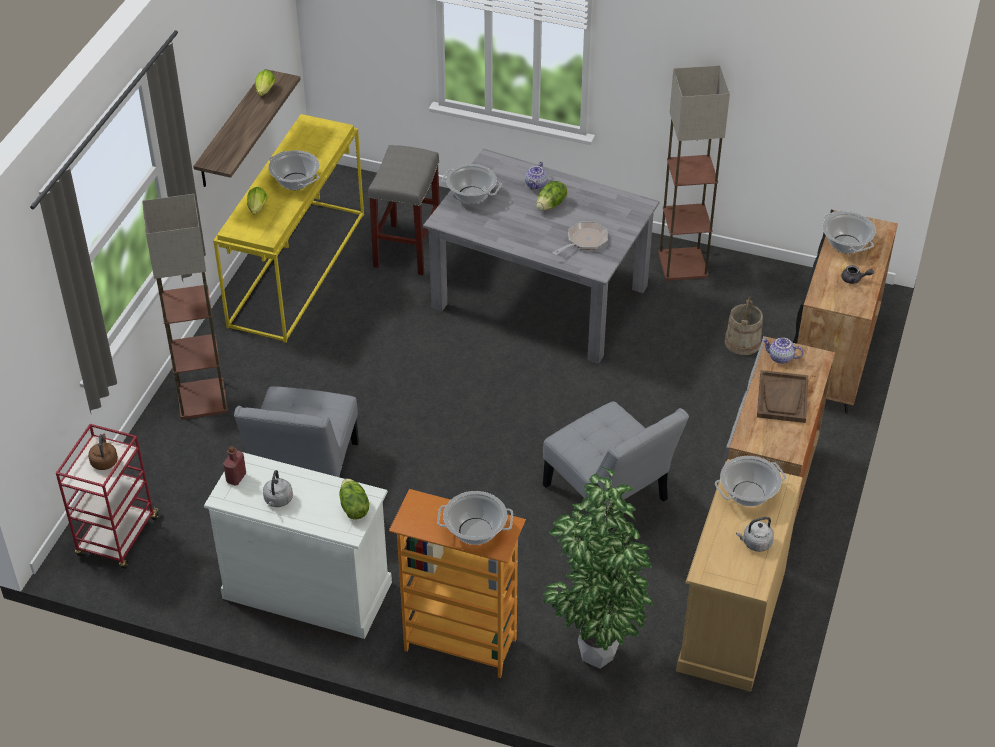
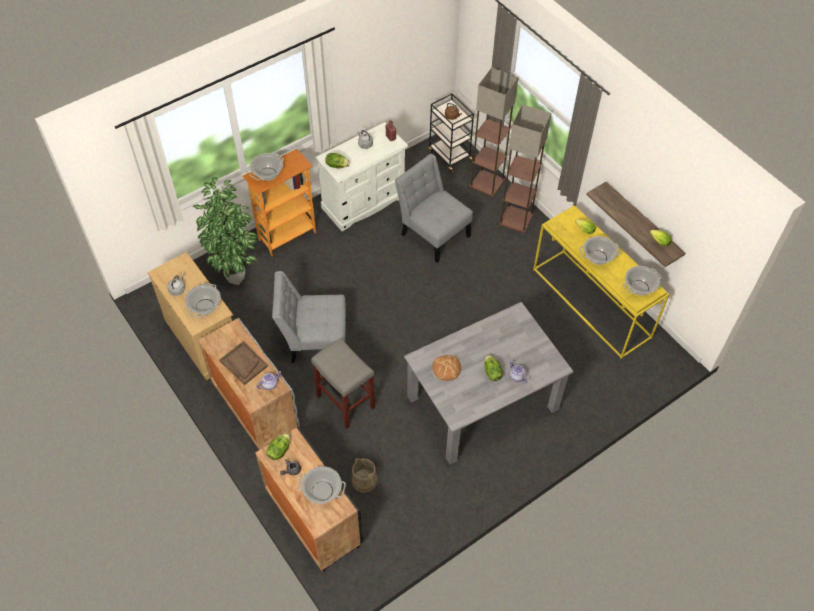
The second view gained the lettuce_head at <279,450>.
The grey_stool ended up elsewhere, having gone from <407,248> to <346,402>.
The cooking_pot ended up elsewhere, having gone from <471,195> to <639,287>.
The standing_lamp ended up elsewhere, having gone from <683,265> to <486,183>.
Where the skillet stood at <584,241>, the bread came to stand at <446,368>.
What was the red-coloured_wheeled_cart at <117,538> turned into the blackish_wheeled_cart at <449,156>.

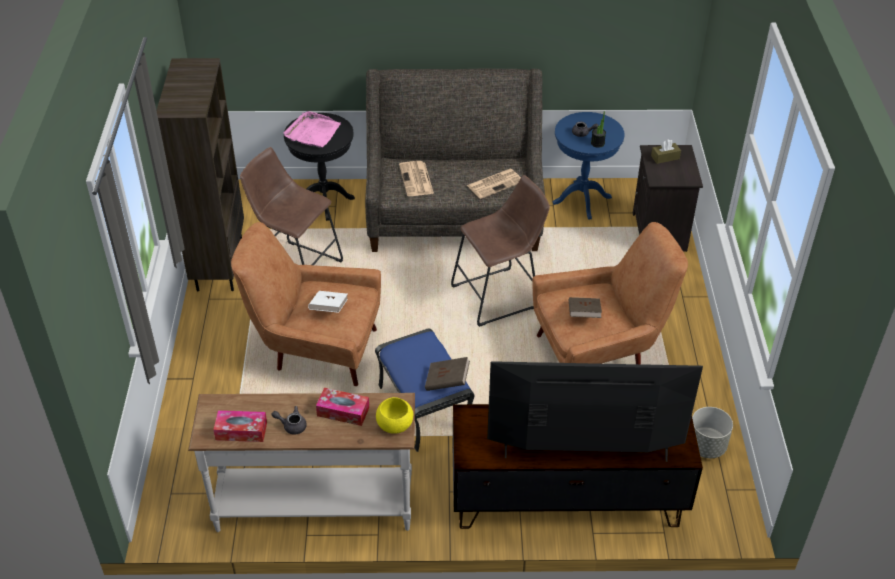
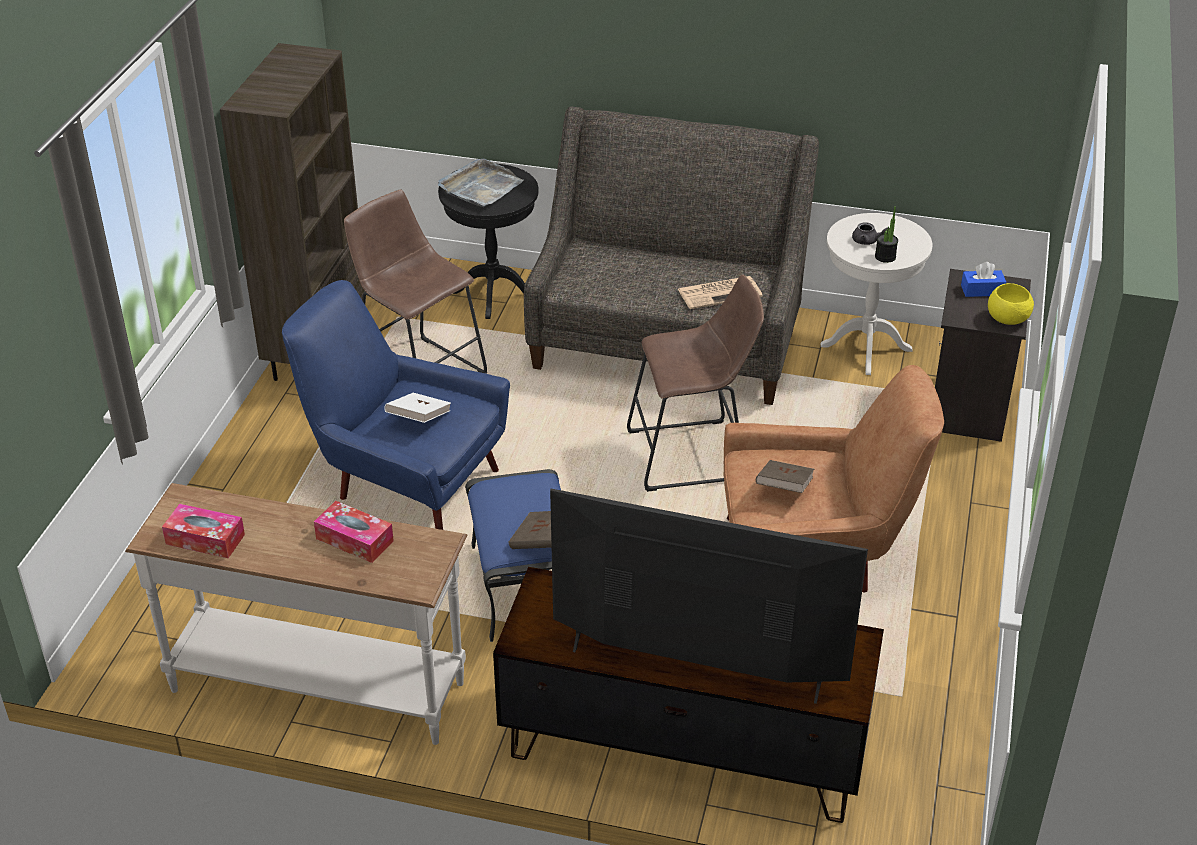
The second view lost the grey_pot_for_tea at <291,425>.
The second view lost the newspaper at <416,179>.
The second view lost the grey_flower_pot at <706,446>.
The yellow-coloured_deep_dish ended up elsewhere, having gone from <394,425> to <1007,319>.
What was the brown-coloured_armchair at <316,349> turned into the blue_armchair at <404,481>.
What was the pink-coloured_carrying_tray at <312,132> turned into the grey_carrying_tray at <480,187>.
What was the blue_accent_table at <582,200> turned into the white-coloured_accent_table at <866,347>.
What was the brown-coloured_box_of_tissues at <665,157> turned into the blue_box_of_tissues at <982,290>.

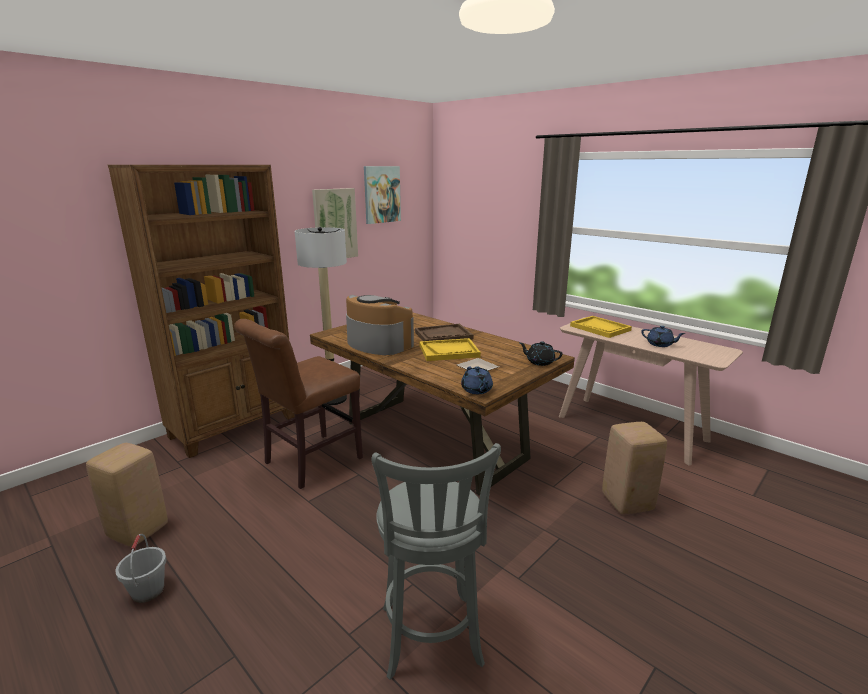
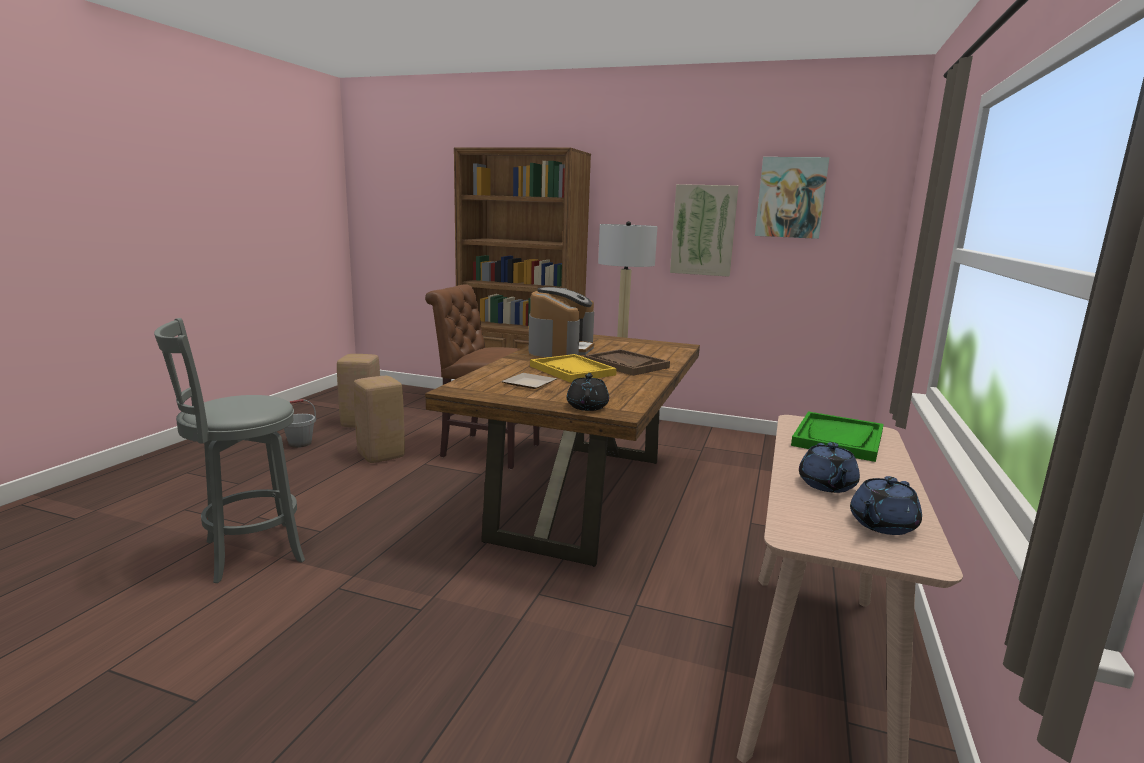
The blue_pot_for_tea ended up elsewhere, having gone from <477,390> to <881,525>.
The beige-coloured_stool ended up elsewhere, having gone from <627,503> to <380,456>.
What was the yellow-coloured_carrying_tray at <600,328> turned into the greenish_carrying_tray at <838,439>.

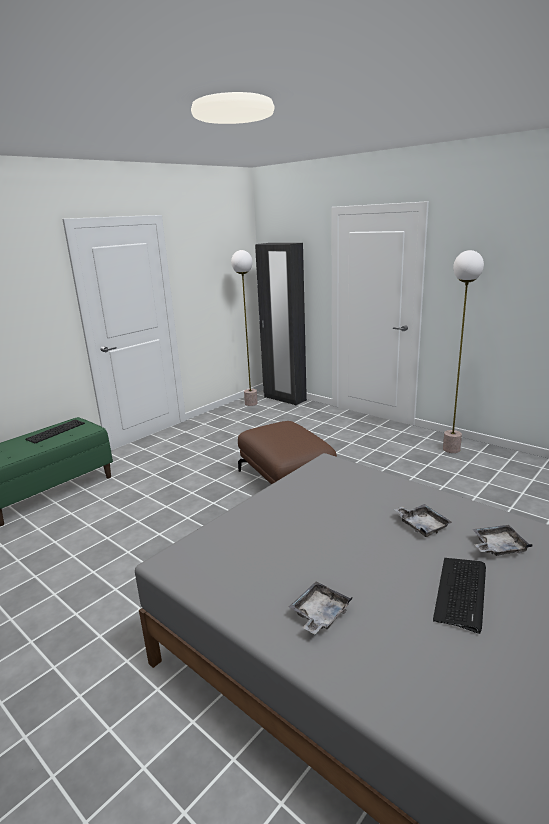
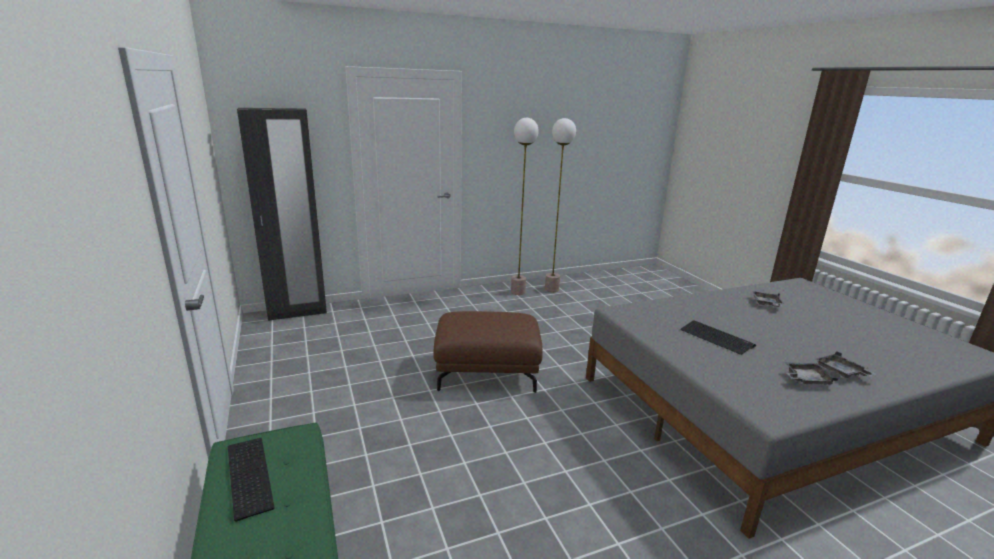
The standing_lamp ended up elsewhere, having gone from <251,403> to <552,289>.
The grey_carrying_tray ended up elsewhere, having gone from <422,525> to <806,379>.
The PC_keyboard ended up elsewhere, having gone from <461,593> to <716,338>.

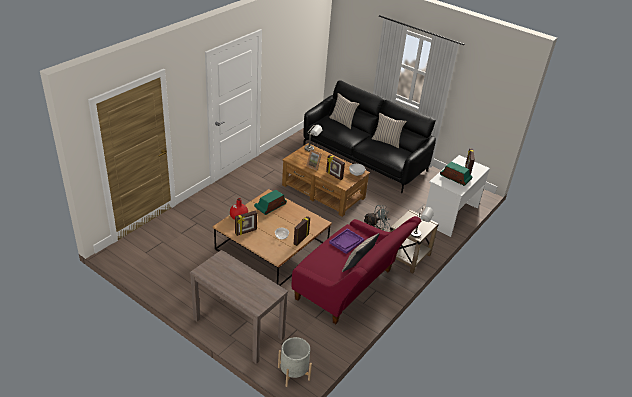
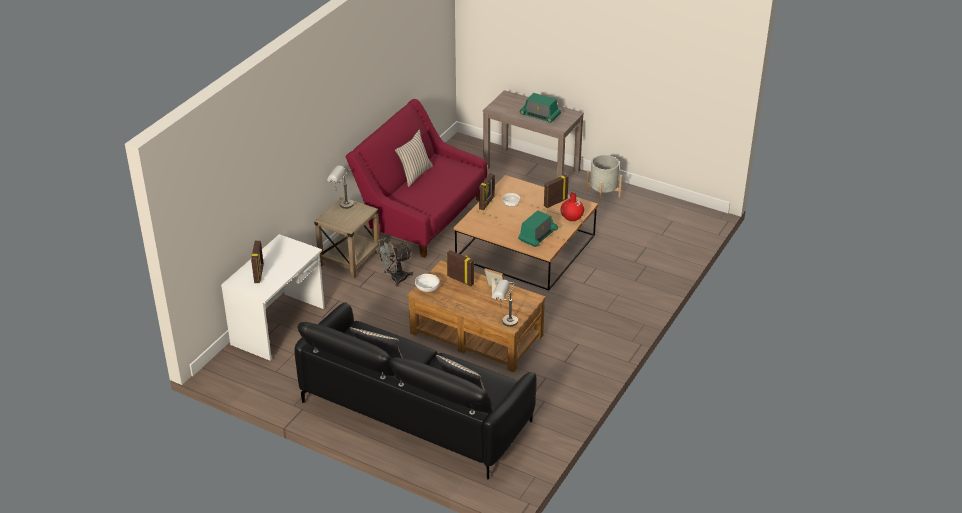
The second view lost the purple_carrying_tray at <346,242>.
The grey_flower_pot ended up elsewhere, having gone from <293,373> to <603,194>.
The radio_receiver ended up elsewhere, having gone from <455,178> to <540,115>.

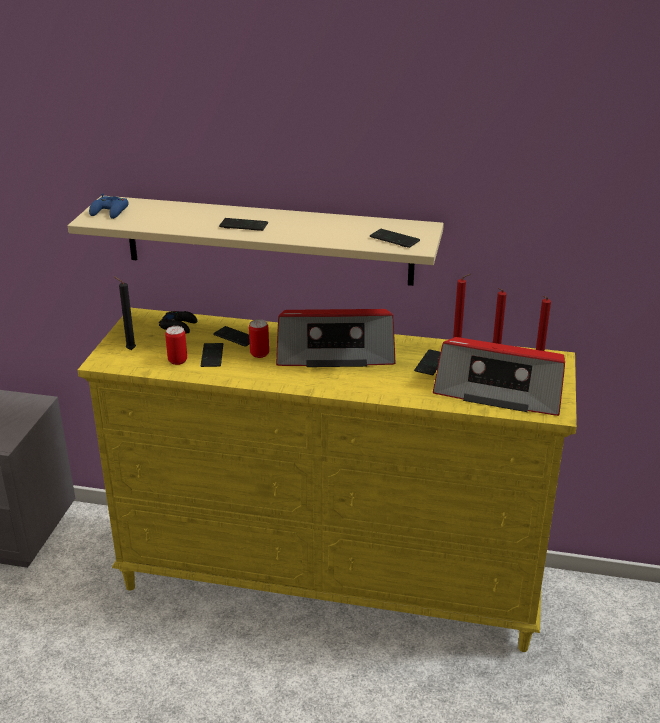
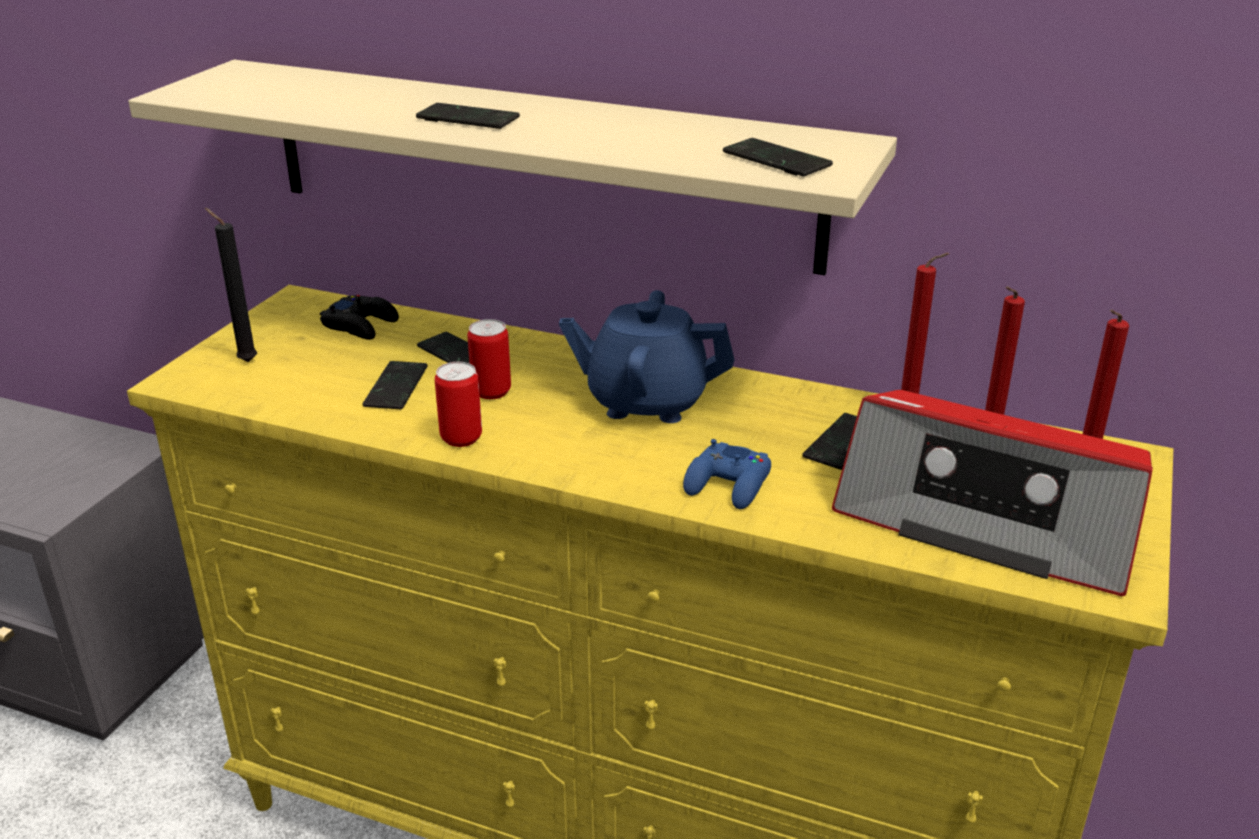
The blue_gamepad ended up elsewhere, having gone from <110,212> to <728,485>.
The metal_can ended up elsewhere, having gone from <177,360> to <461,438>.
Where the radio_receiver stood at <335,352>, the blue_pot_for_tea came to stand at <646,402>.

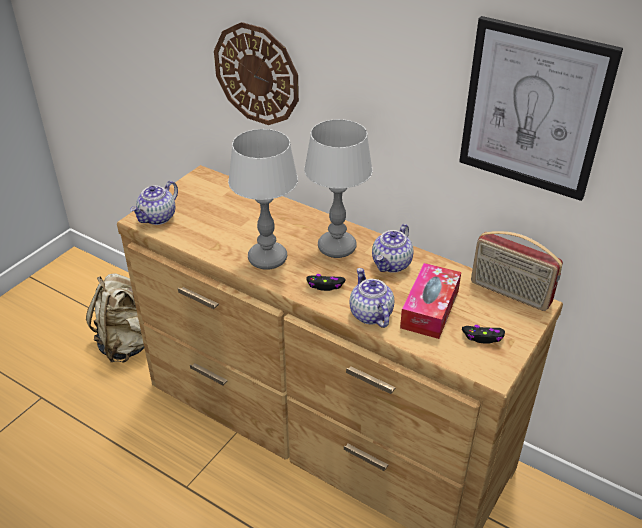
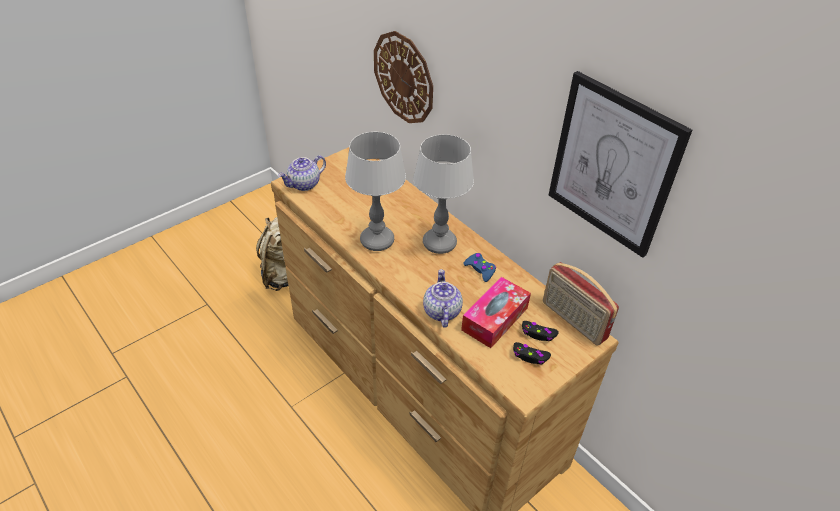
The blackish_gamepad ended up elsewhere, having gone from <325,285> to <538,334>.
Where the pot_for_tea stood at <392,264>, the blue_gamepad came to stand at <480,269>.

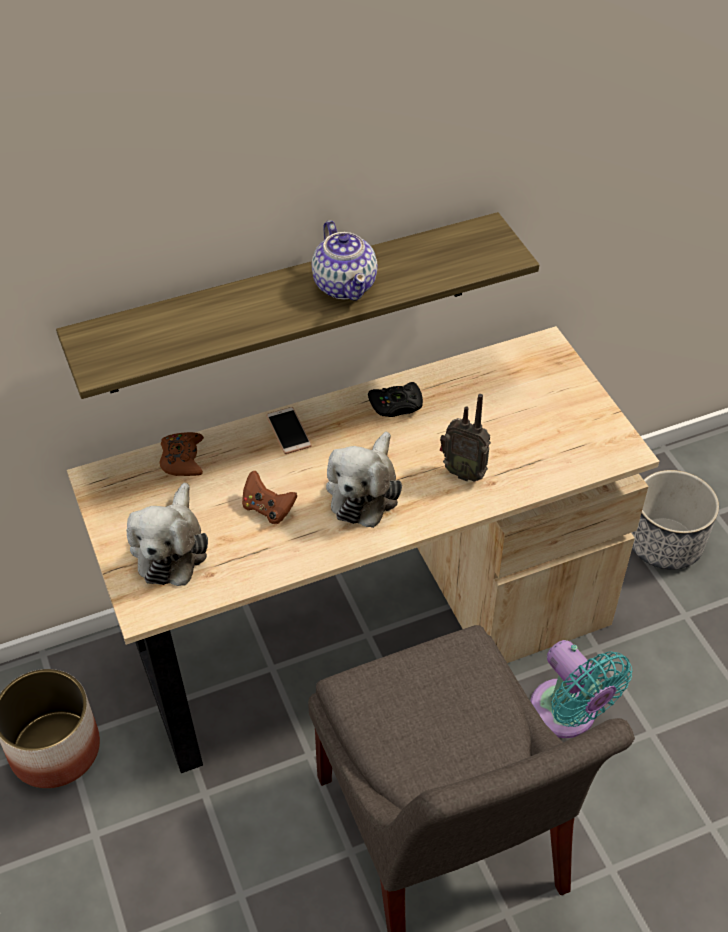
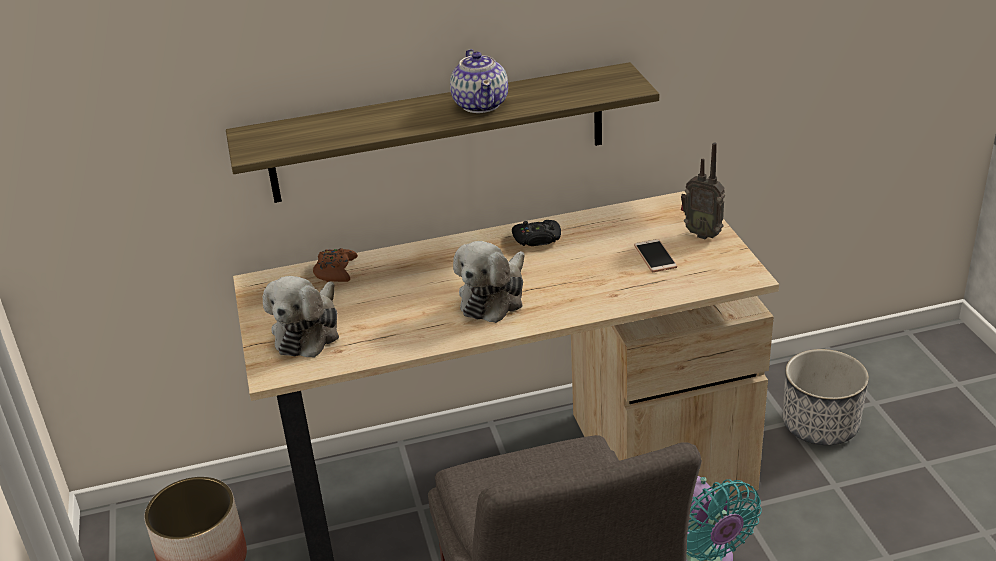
The second view lost the brown-coloured_gamepad at <268,509>.
The phone ended up elsewhere, having gone from <288,431> to <655,256>.
The radio_receiver ended up elsewhere, having gone from <463,472> to <702,233>.

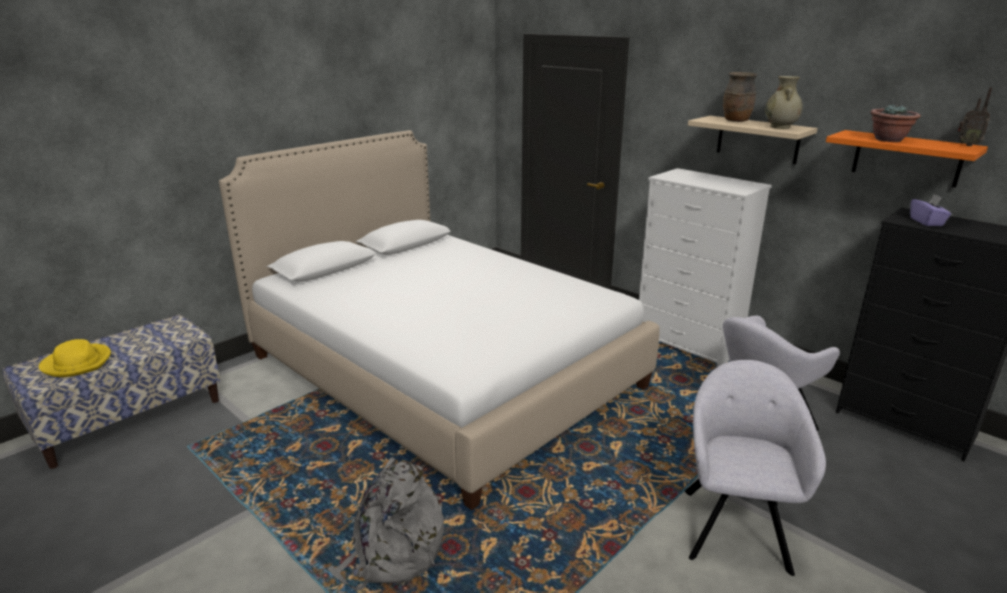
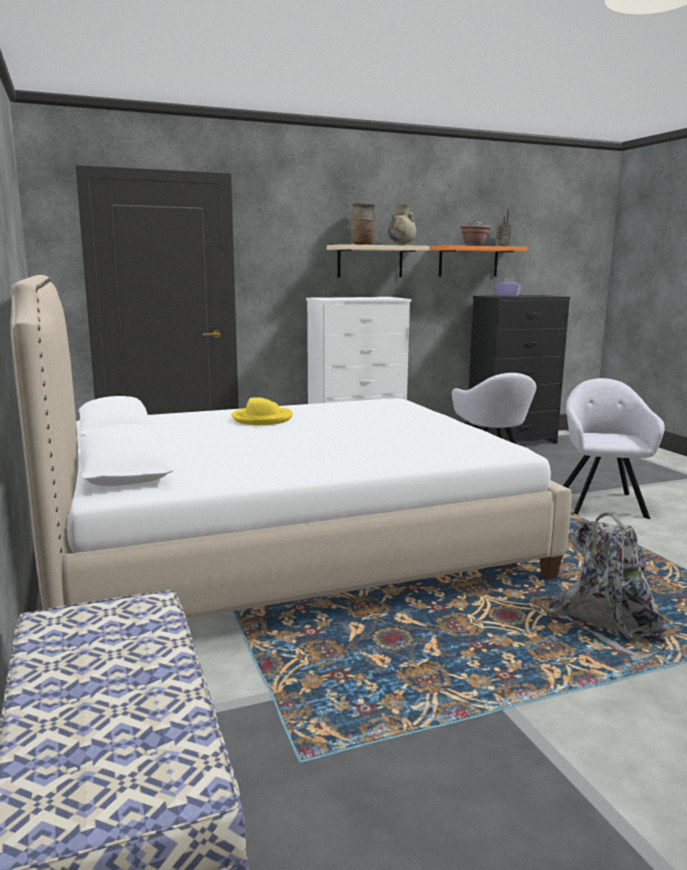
The yellow-coloured_clothing_hat ended up elsewhere, having gone from <77,363> to <262,419>.
The grey_armchair at <734,525> ended up facing another way, 60 degrees clockwise from before.

